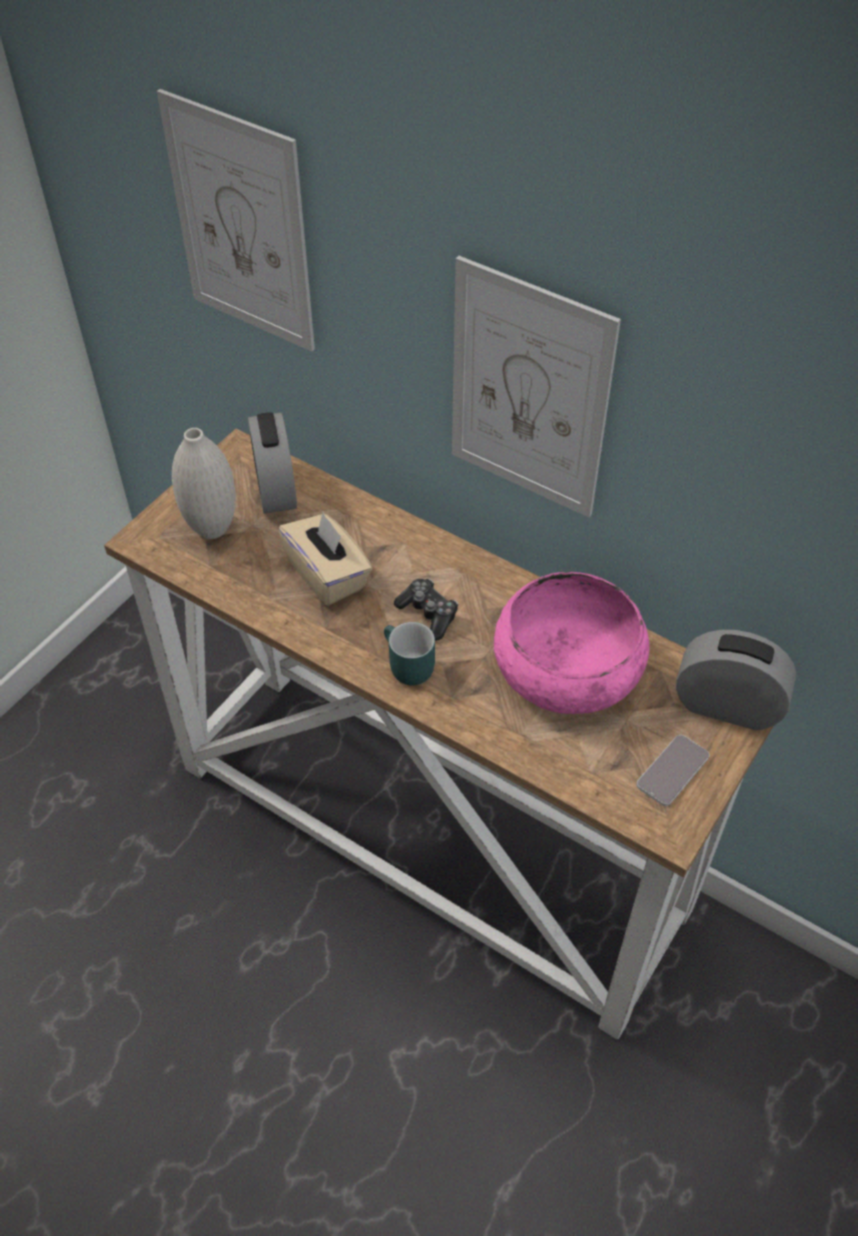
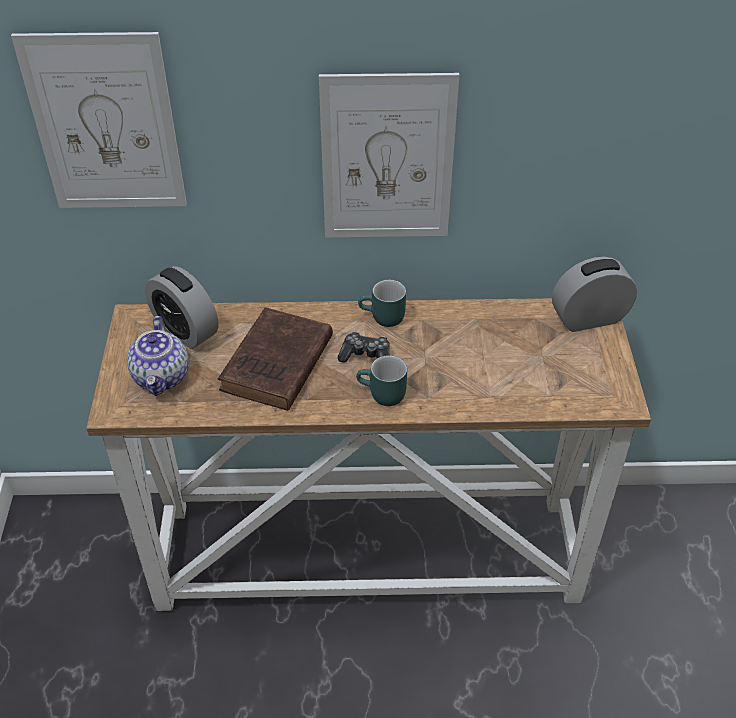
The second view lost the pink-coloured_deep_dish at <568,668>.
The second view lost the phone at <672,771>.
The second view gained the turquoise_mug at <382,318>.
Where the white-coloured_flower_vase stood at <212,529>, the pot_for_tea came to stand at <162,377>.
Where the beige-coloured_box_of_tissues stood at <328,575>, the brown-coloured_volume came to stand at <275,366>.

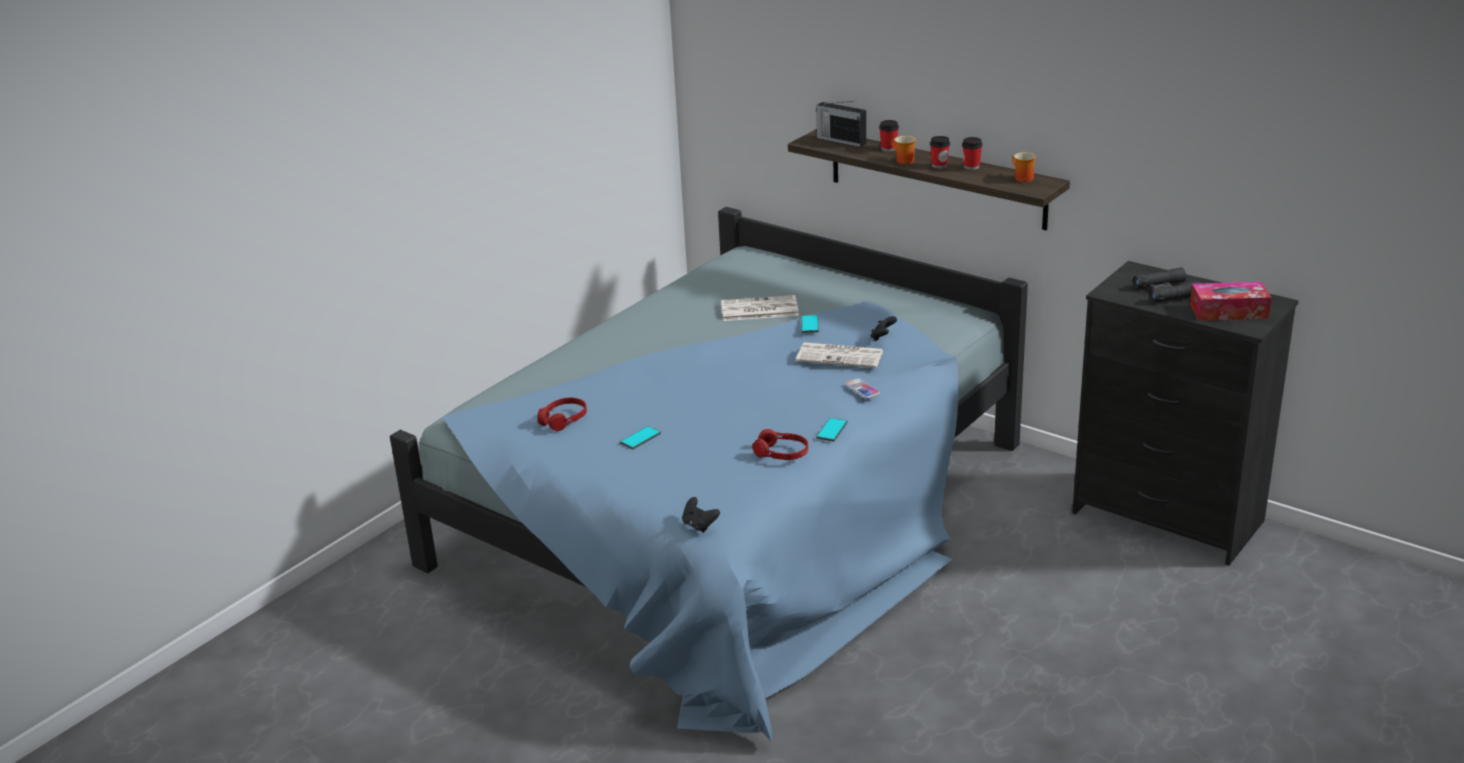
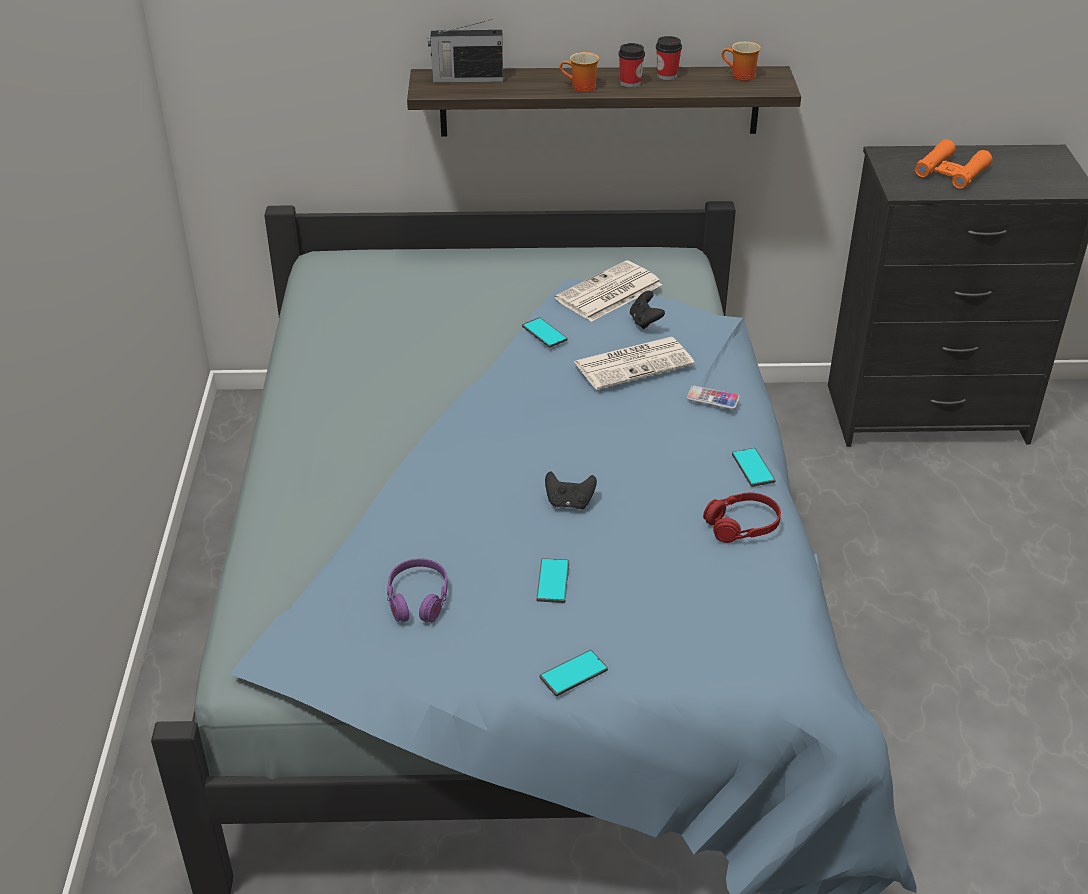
The second view lost the cup at <888,149>.
The second view lost the box_of_tissues at <1228,311>.
The second view gained the phone at <573,674>.
The blackish_gamepad ended up elsewhere, having gone from <699,525> to <569,503>.
The newspaper ended up elsewhere, having gone from <758,310> to <608,293>.
What was the red-coloured_headset at <563,420> turned into the purple_headset at <418,599>.
What was the blackish_pair_of_binoculars at <1166,292> turned into the orangey_pair_of_binoculars at <951,172>.

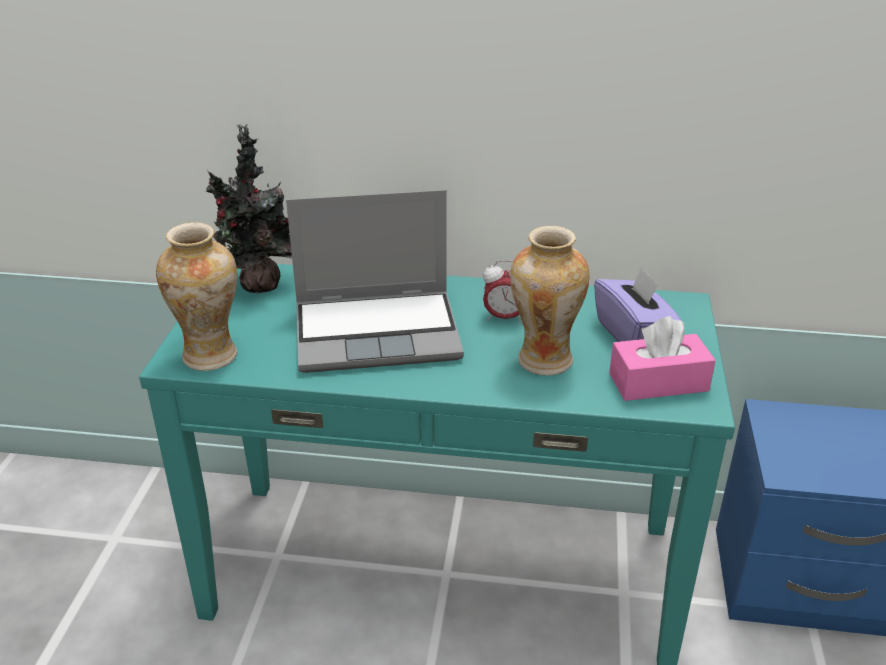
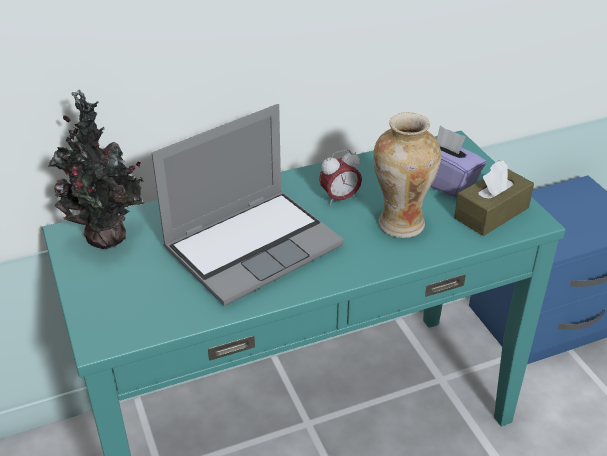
The second view lost the flower_vase at <211,357>.
What was the pink-coloured_box_of_tissues at <658,382> turned into the brown-coloured_box_of_tissues at <491,213>.

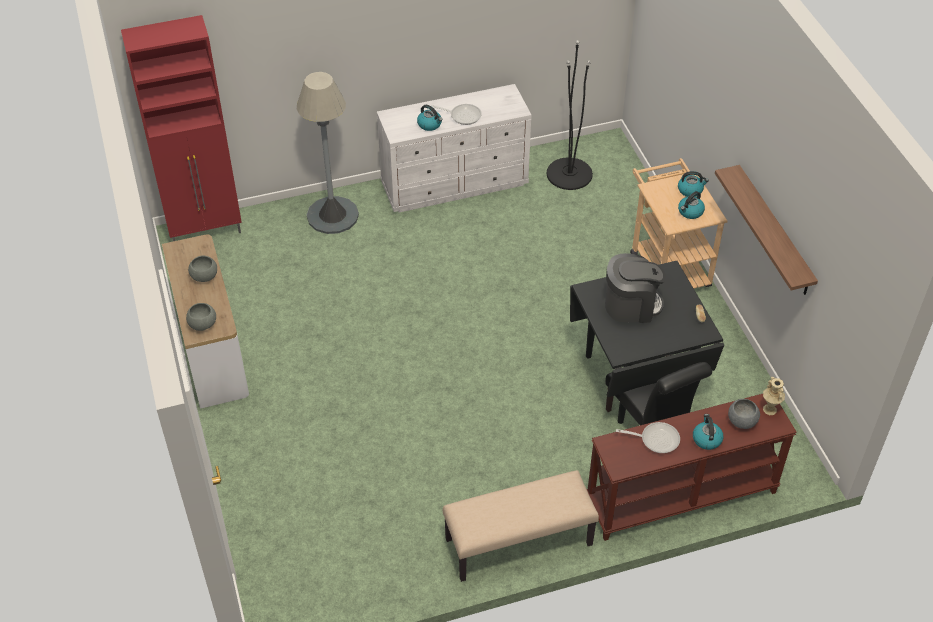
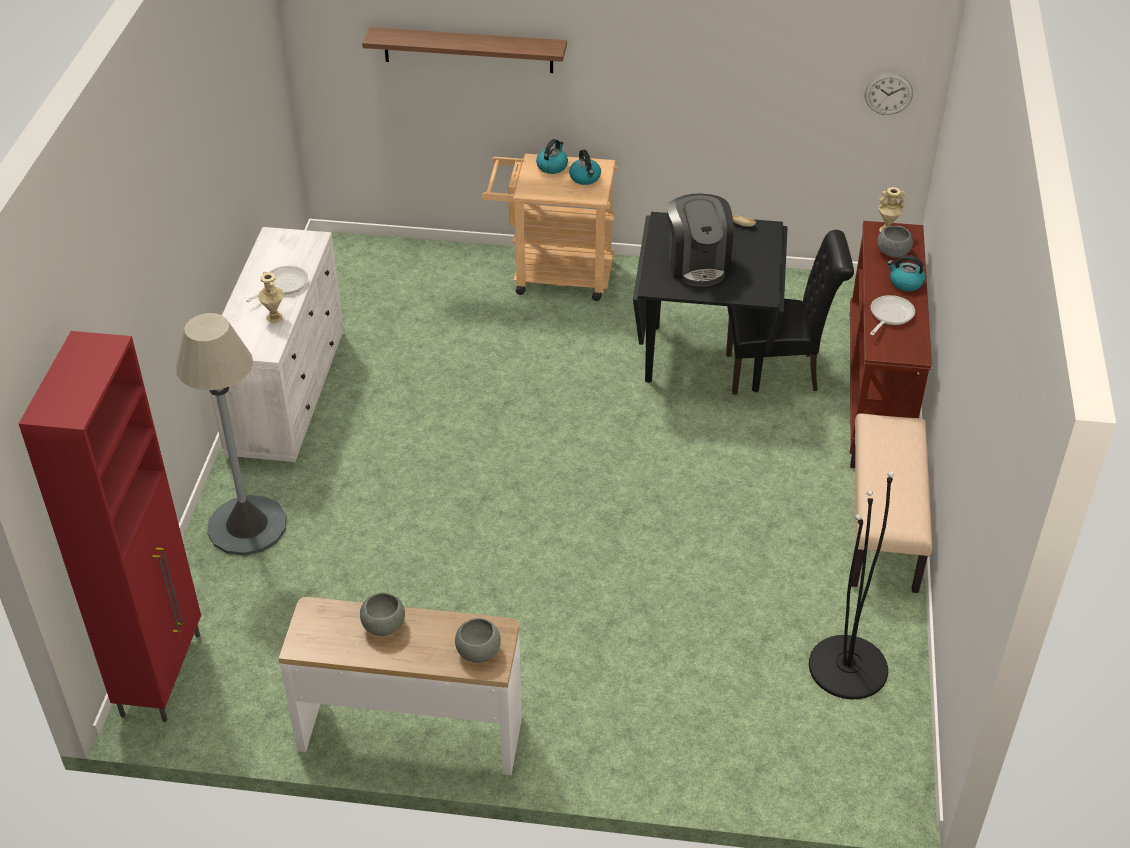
The second view gained the hanging_clock at <888,93>.
The blackish_standing_lamp ended up elsewhere, having gone from <569,174> to <848,667>.
The wall_shelf ended up elsewhere, having gone from <774,231> to <468,50>.
Where the kettle stood at <430,124>, the beige-coloured_flower_vase came to stand at <274,317>.
The coffee_brewer at <631,305> ended up facing another way, 150 degrees clockwise from before.

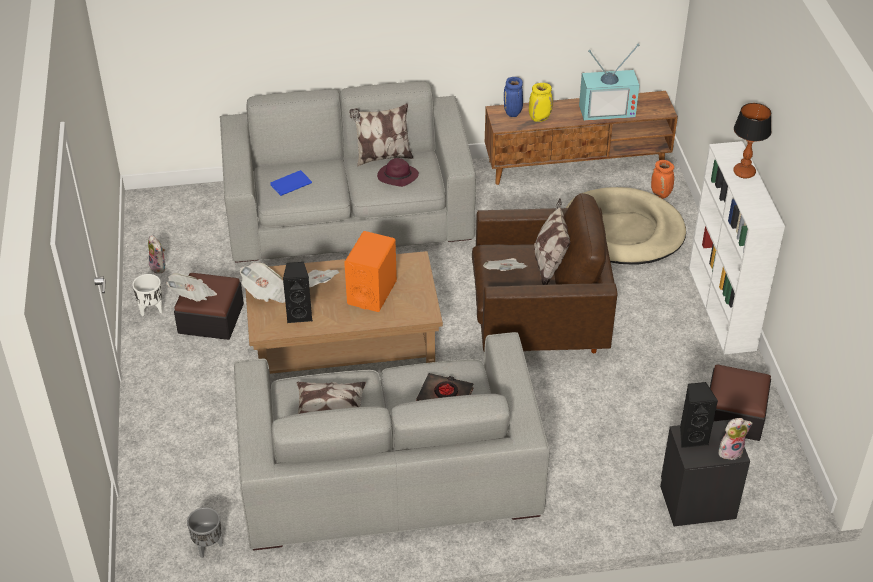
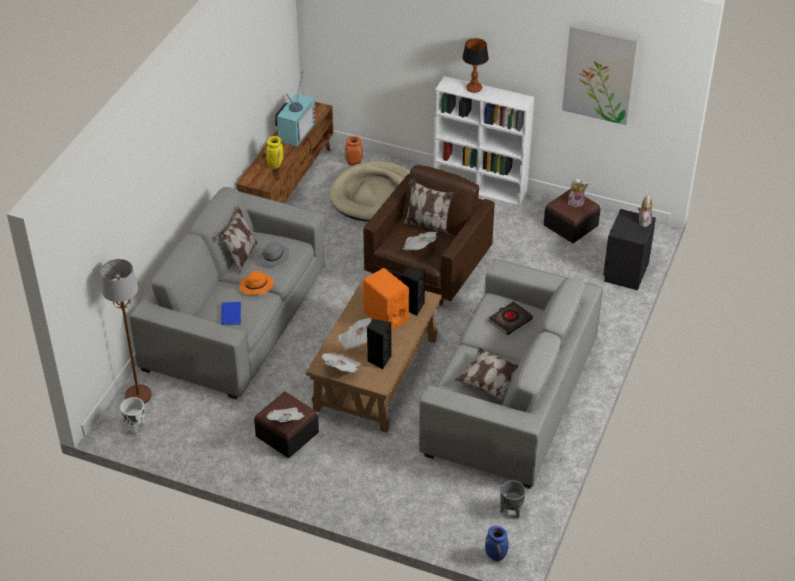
The second view gained the brown-coloured_standing_lamp at <138,395>.
The second view gained the orangey_clothing_hat at <256,286>.
The second view gained the wall_art at <599,74>.
The white-coloured_flower_pot ended up elsewhere, having gone from <151,309> to <135,427>.
The soft_toy ended up elsewhere, having gone from <159,267> to <576,202>.
The blue_flower_vase ended up elsewhere, having gone from <513,113> to <496,556>.
The blackish_loudspeaker ended up elsewhere, having gone from <692,437> to <412,307>.
What was the purple_clothing_hat at <397,177> turned into the grey_clothing_hat at <273,258>.

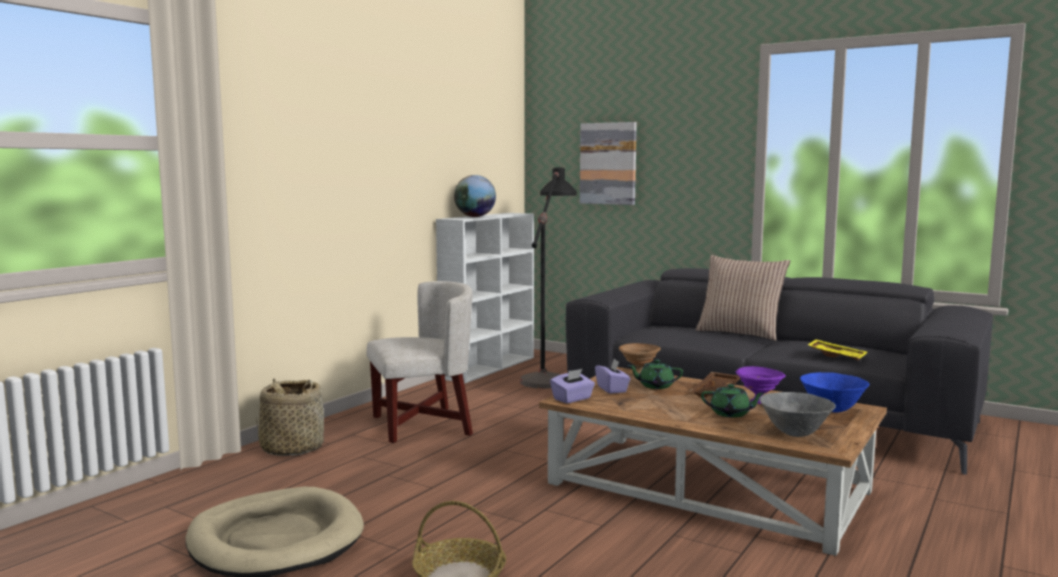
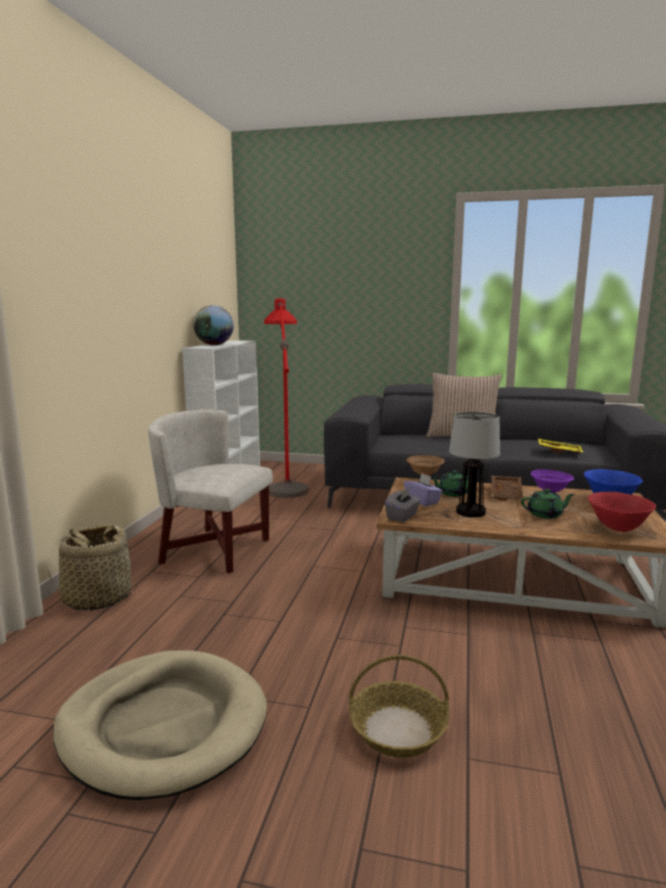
The second view lost the wall_art at <608,163>.
The second view gained the tabletop_lamp at <470,512>.
What was the blackish_standing_lamp at <549,373> turned into the red-coloured_standing_lamp at <286,482>.
What was the purple_box_of_tissues at <572,399> turned into the grey_box_of_tissues at <402,516>.
What was the grey_deep_dish at <795,434> turned into the red-coloured_deep_dish at <618,528>.
The white-coloured_armchair at <423,425> ended up facing another way, 120 degrees counterclockwise from before.

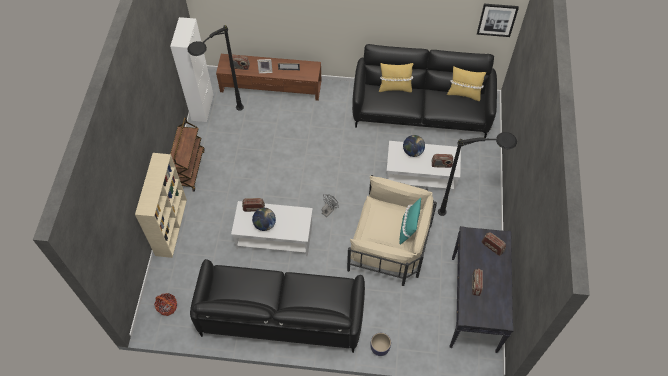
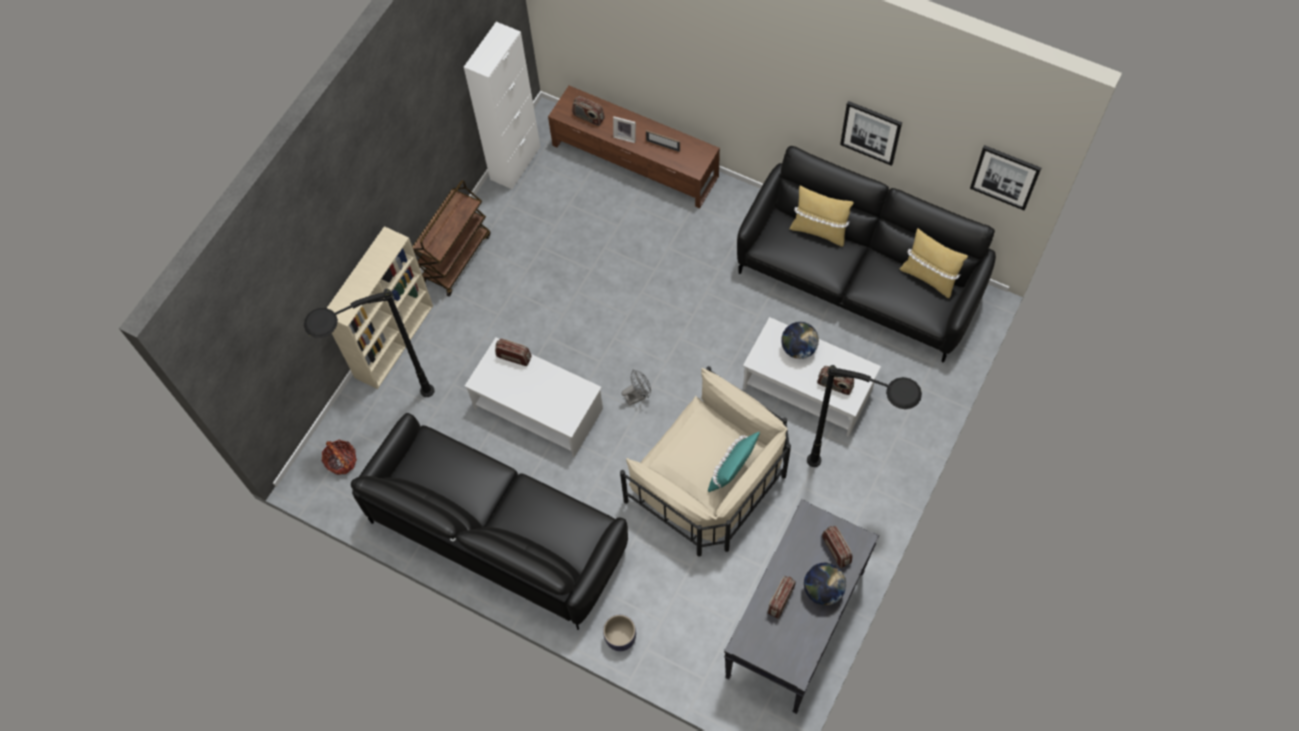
The second view gained the wall_art at <871,132>.
The blackish_standing_lamp ended up elsewhere, having gone from <223,123> to <387,412>.
The world_globe ended up elsewhere, having gone from <264,224> to <823,590>.

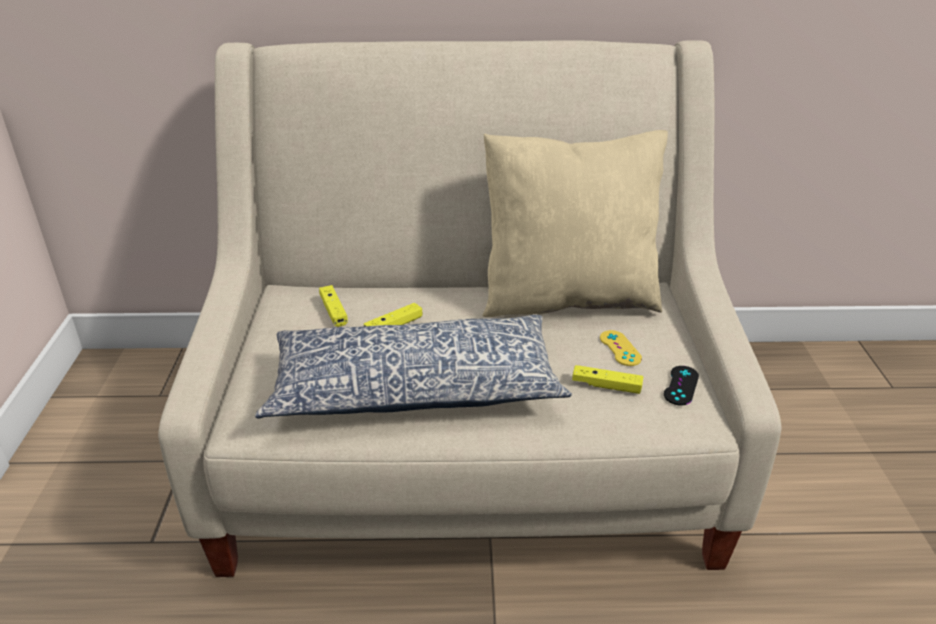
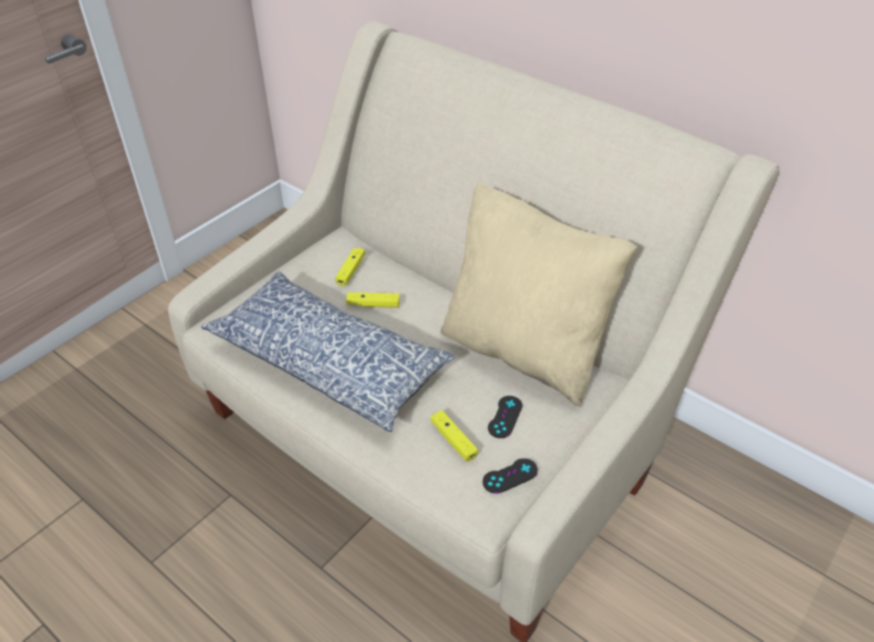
What was the yellow-coloured_gamepad at <620,348> turned into the blackish_gamepad at <505,417>.

